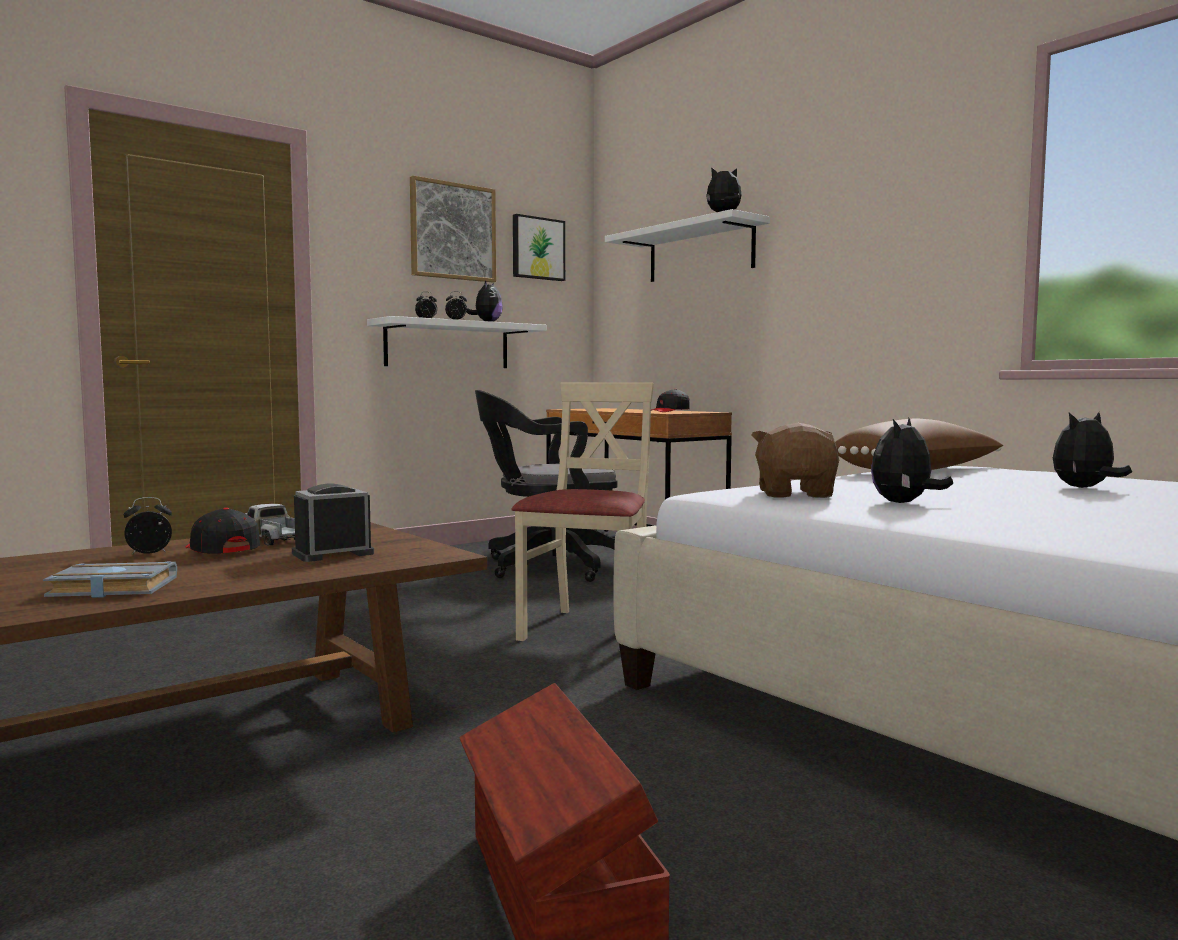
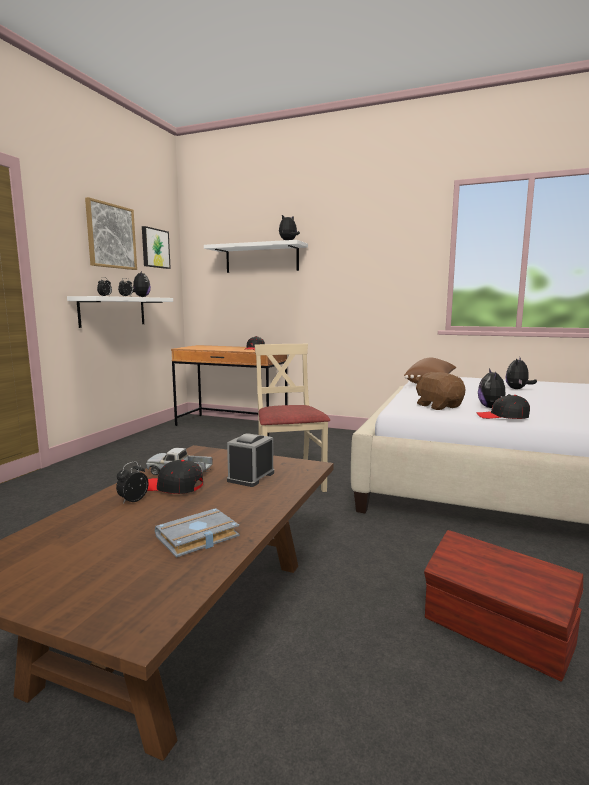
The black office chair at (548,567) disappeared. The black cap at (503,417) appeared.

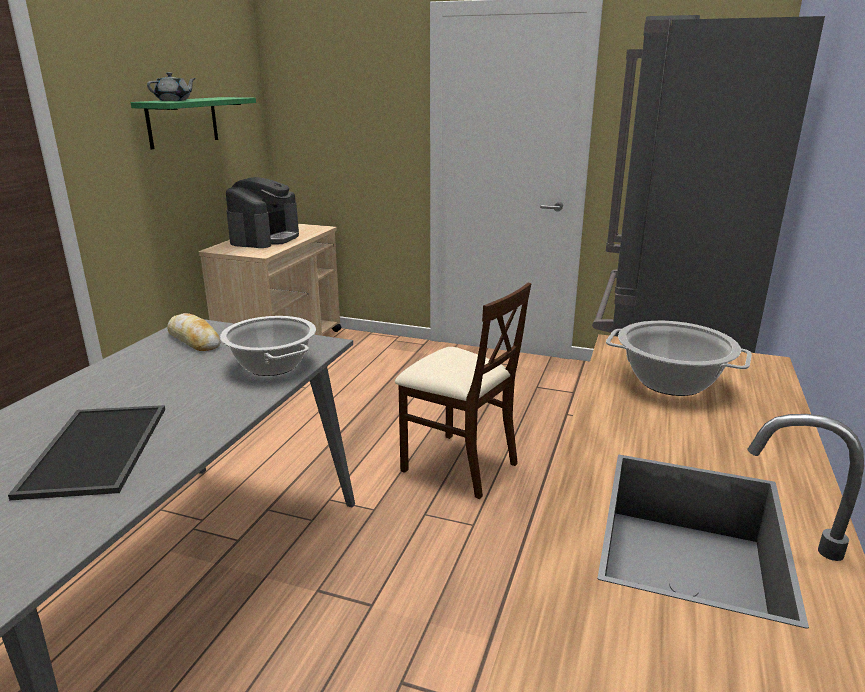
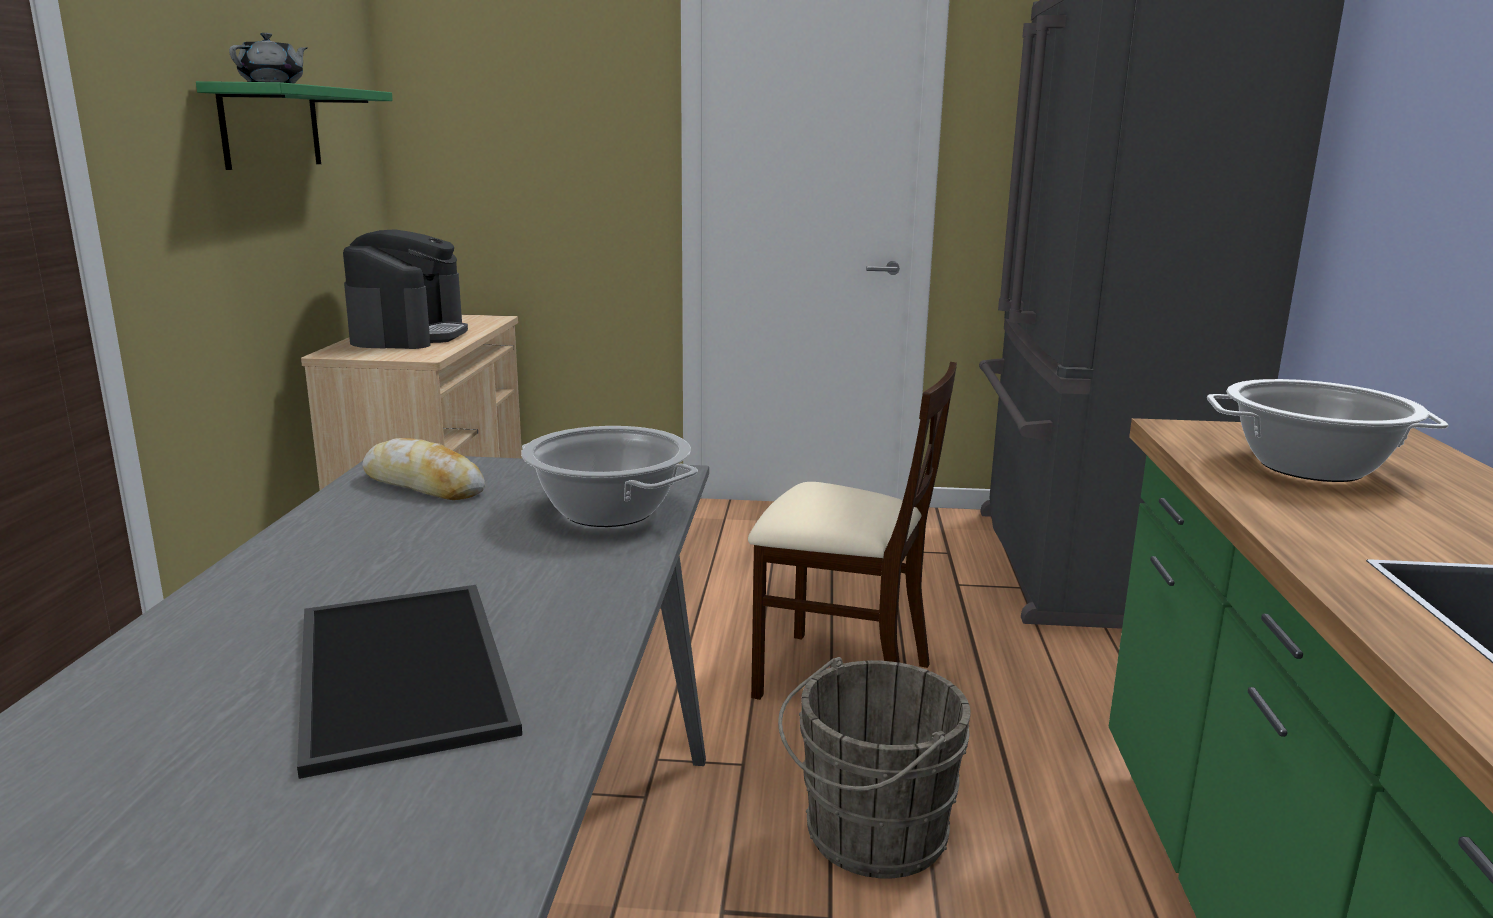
The grey bucket at (868,835) appeared.

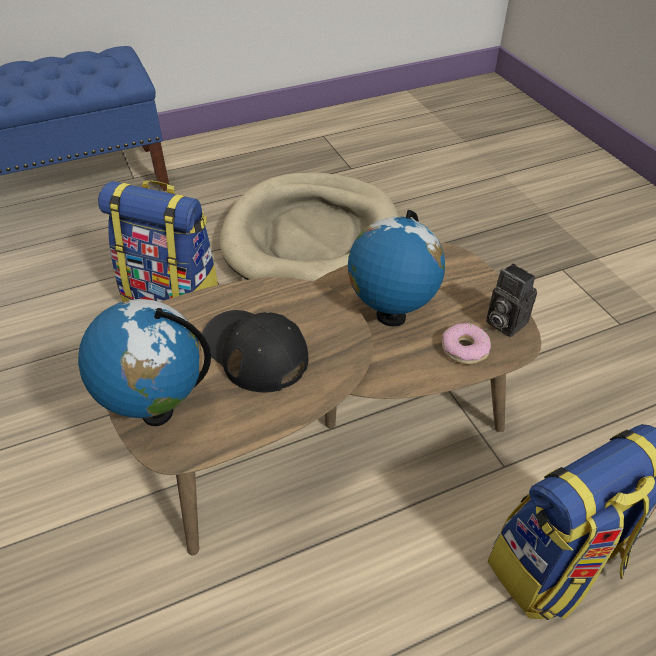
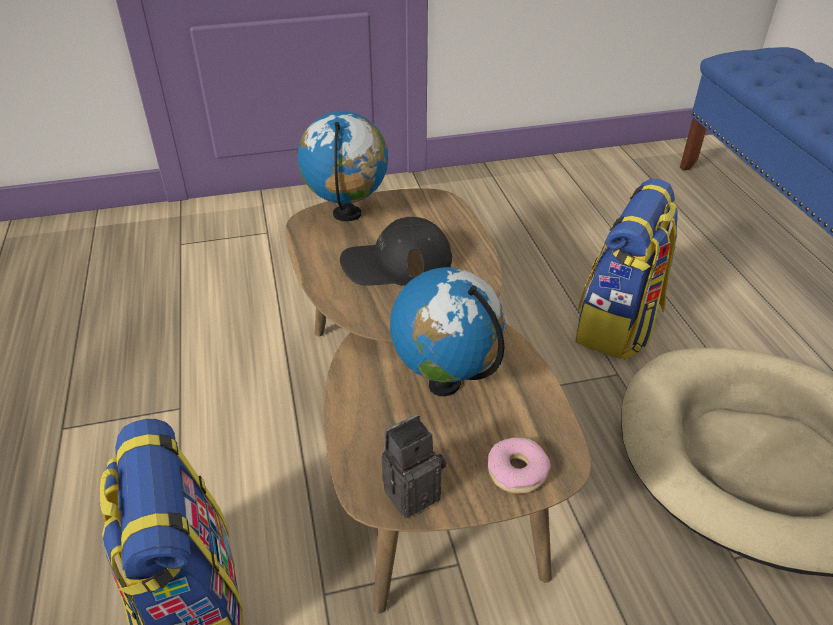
The black cap at (254,351) turned 150 degrees counterclockwise. The donut moved from (464,349) to (517,471).

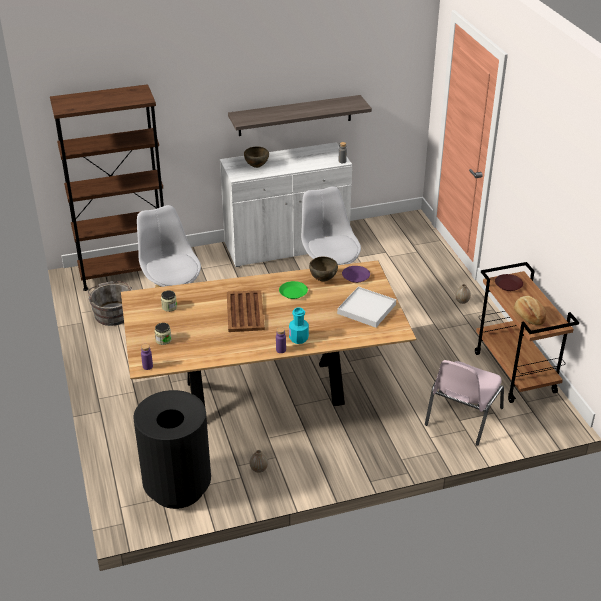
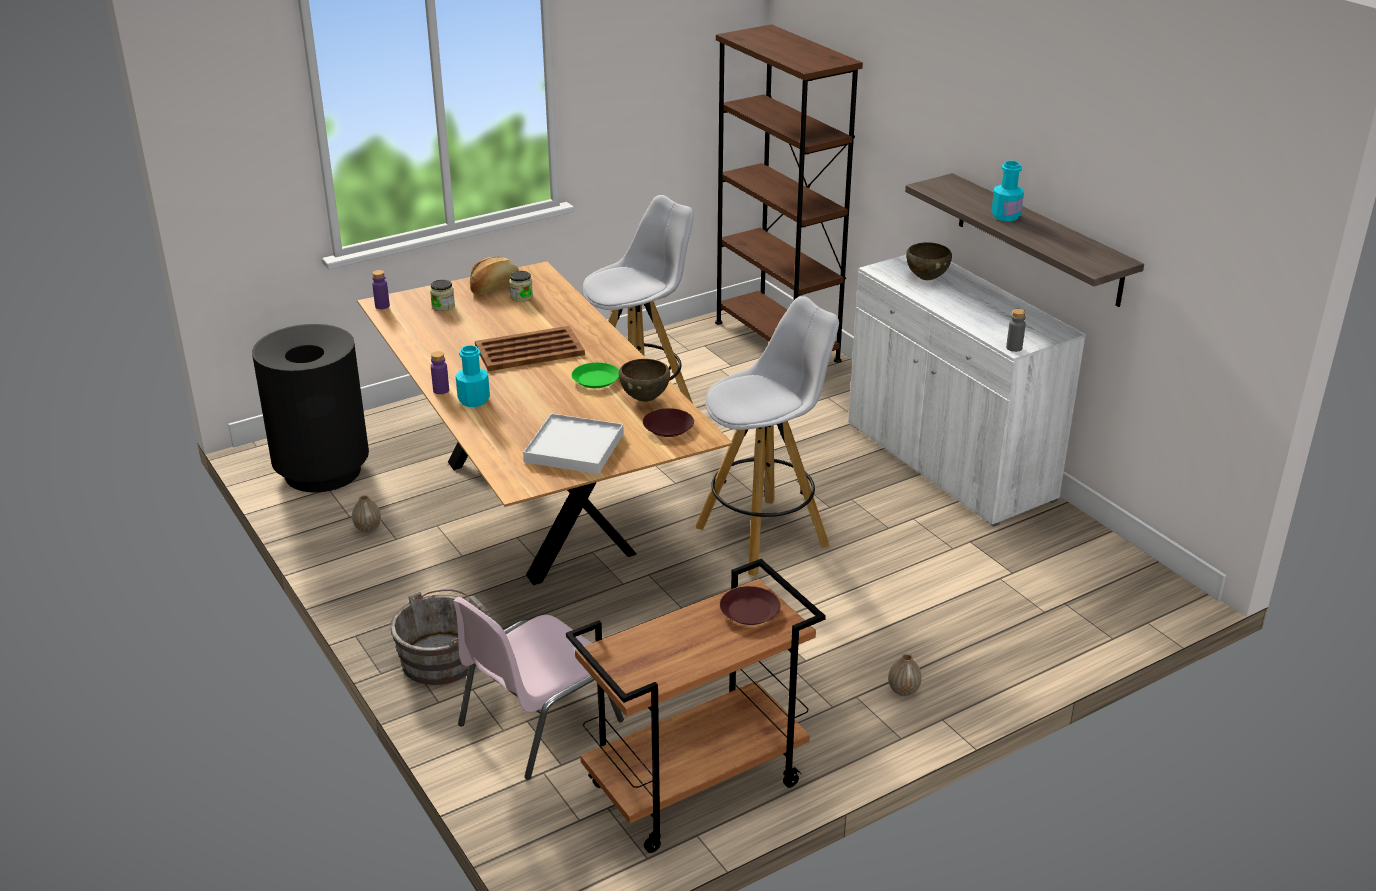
The grey bucket moved from (112,313) to (444,658). The purple plate at (356,276) became the brown plate at (669,427). The pink chair at (462,417) turned 60 degrees counterclockwise. The bread moved from (528,316) to (495,287). The turquoise bottle at (1005,216) appeared.

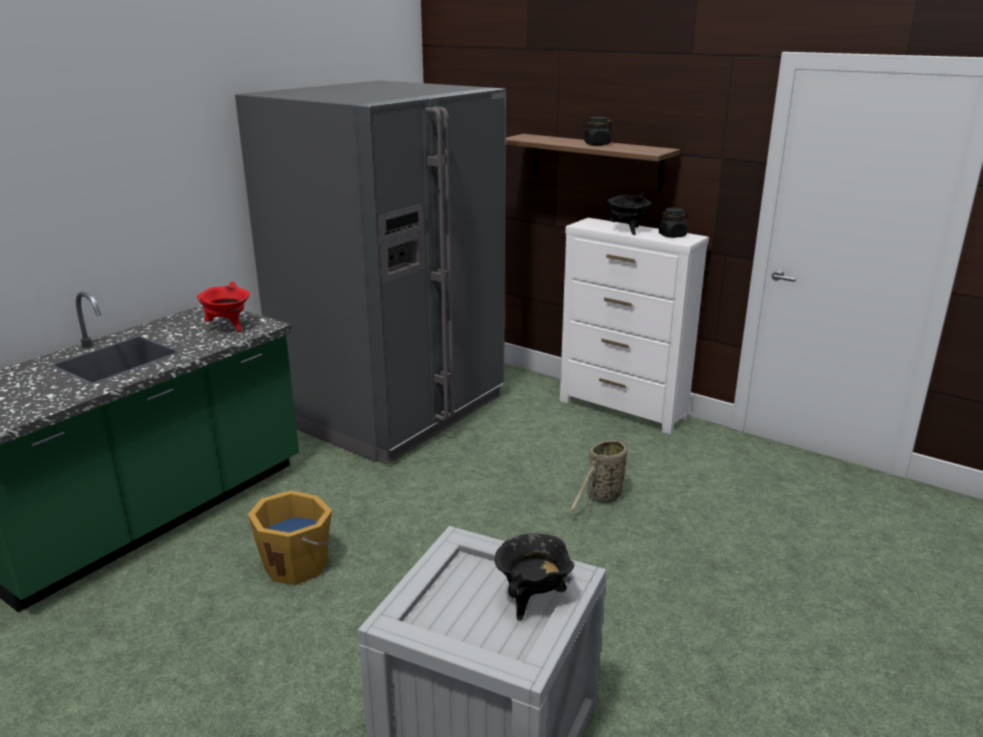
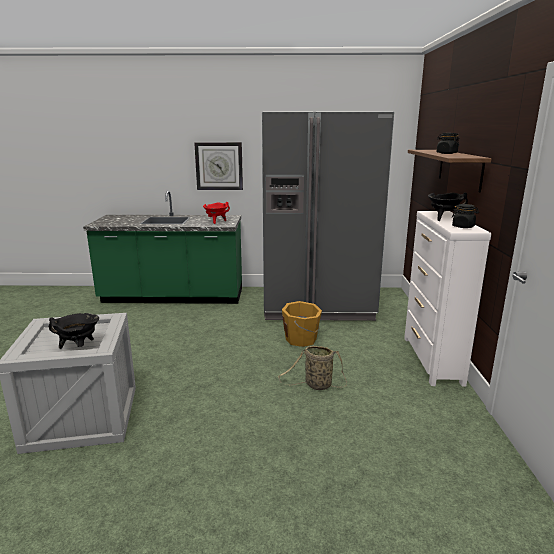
The orange bucket moved from (297,564) to (302,339). The wall clock at (219,166) appeared.

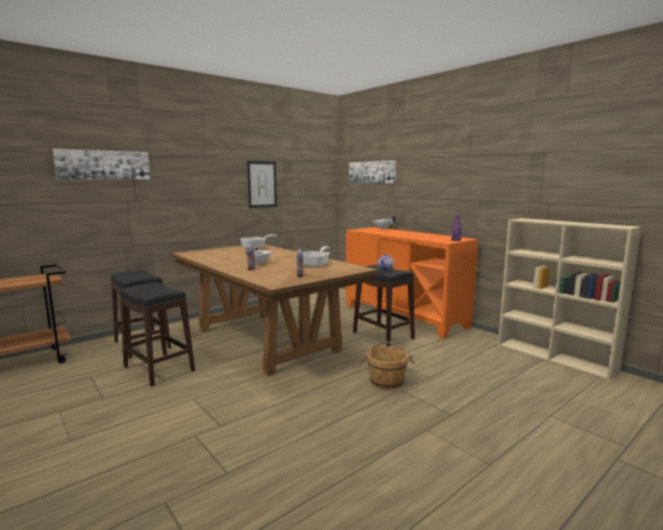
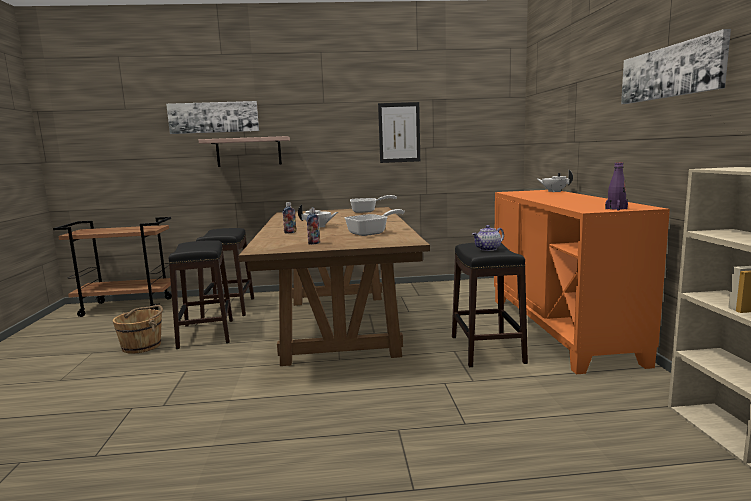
The picture moved from (372,172) to (671,72). The brown bucket moved from (386,381) to (142,346). The shelf at (248,152) appeared.

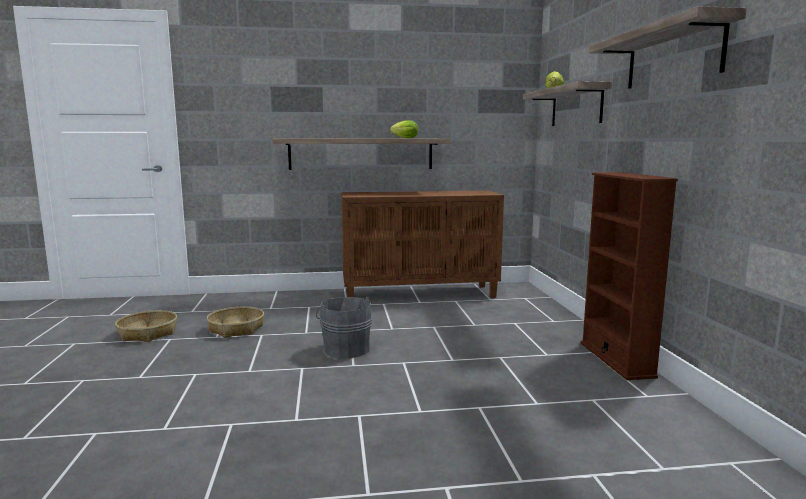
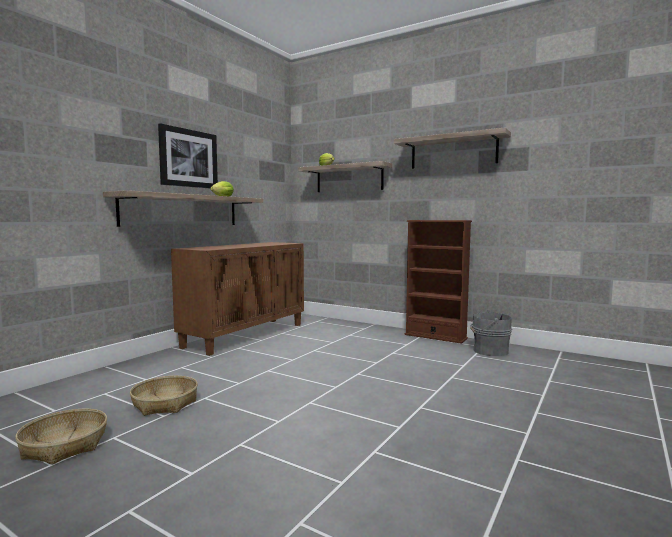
The grey bucket moved from (346,348) to (488,351). The picture at (188,158) appeared.

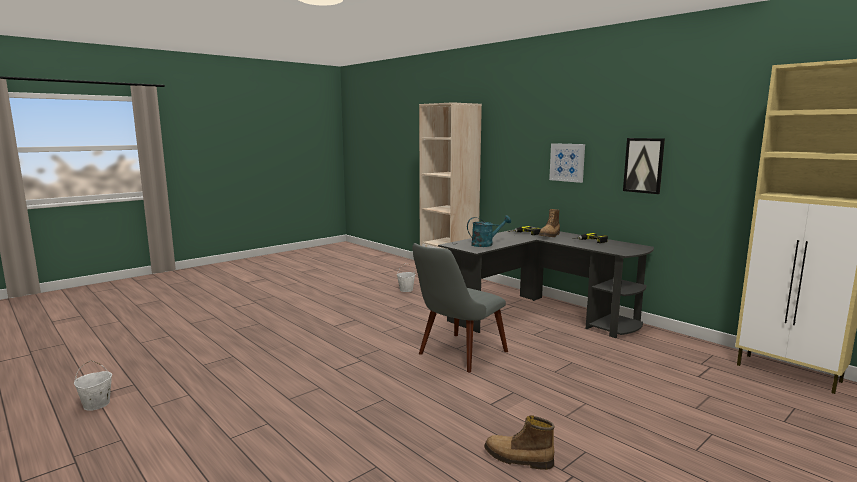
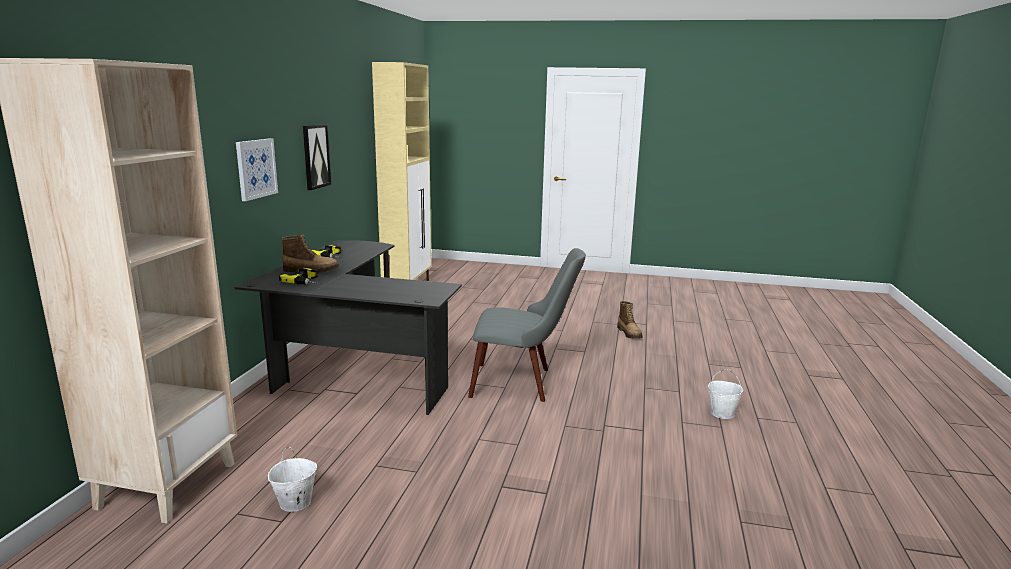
The white bucket moved from (96,405) to (722,413). The turquoise watering can at (486,244) disappeared.

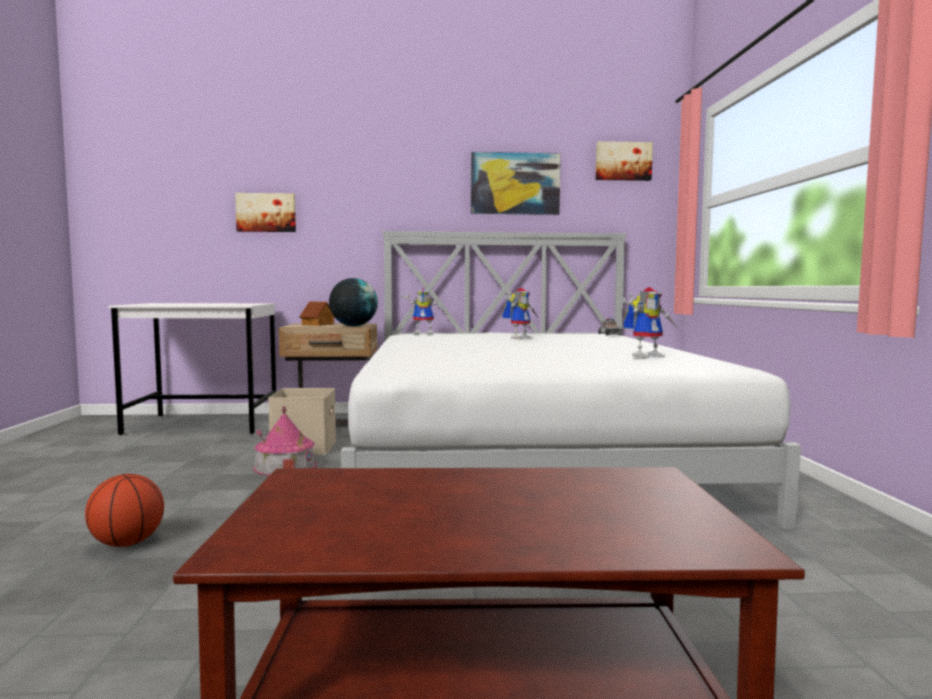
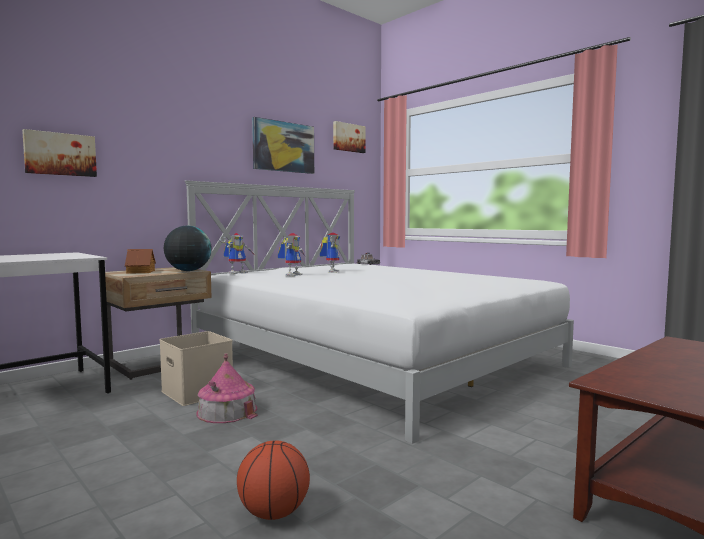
The toy robot moved from (647,356) to (292,275).

